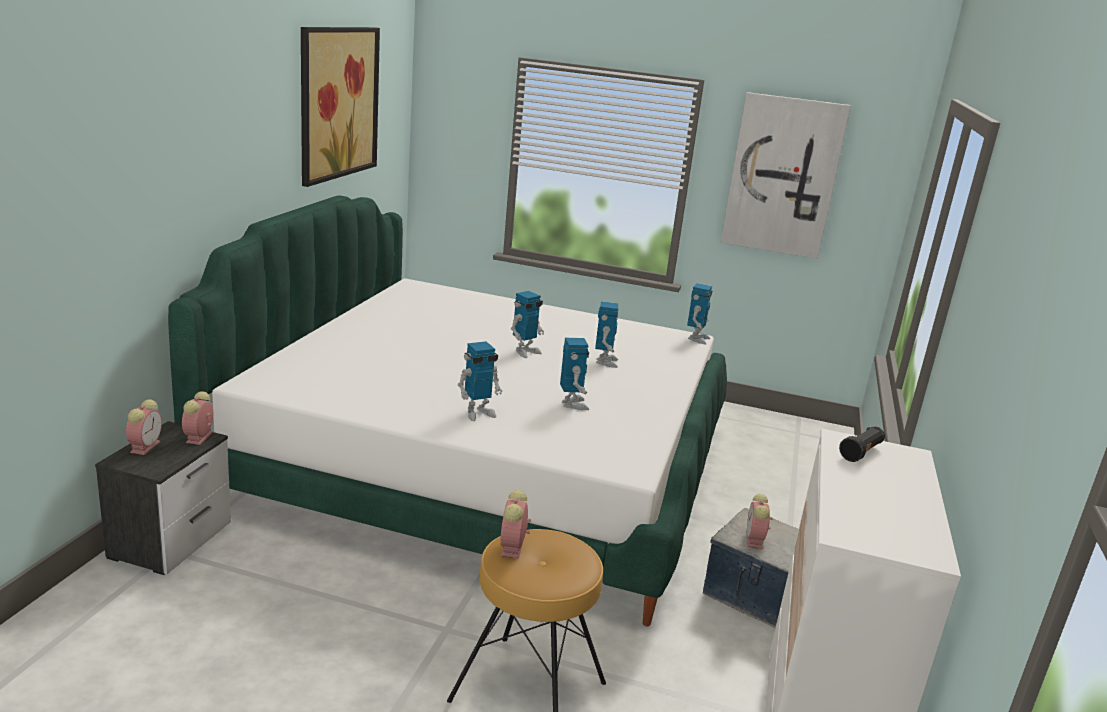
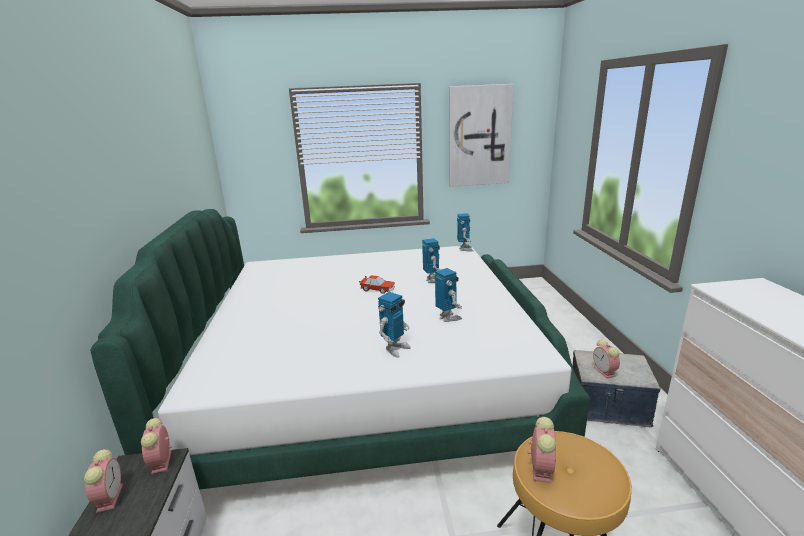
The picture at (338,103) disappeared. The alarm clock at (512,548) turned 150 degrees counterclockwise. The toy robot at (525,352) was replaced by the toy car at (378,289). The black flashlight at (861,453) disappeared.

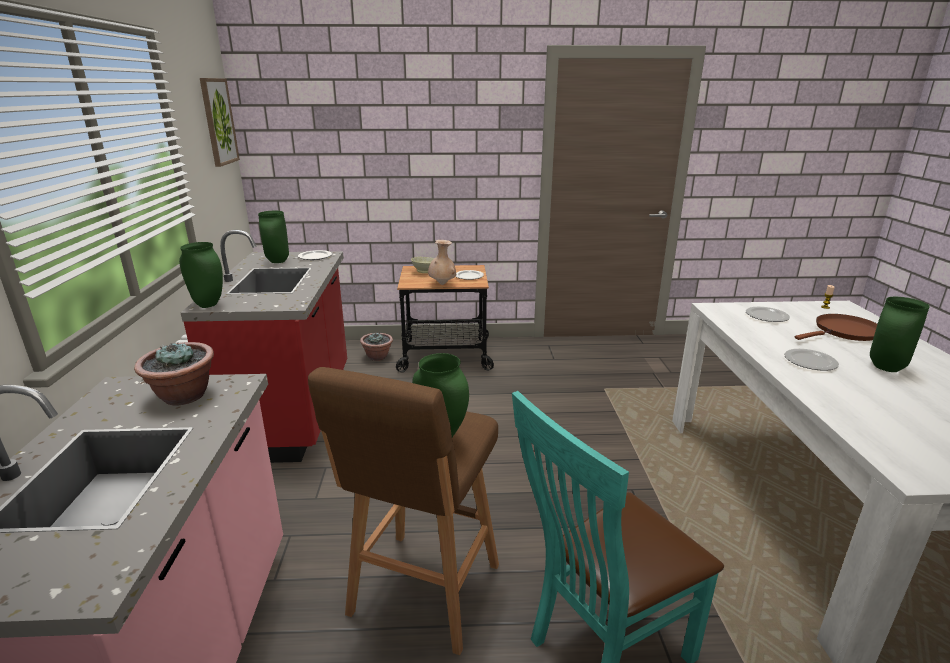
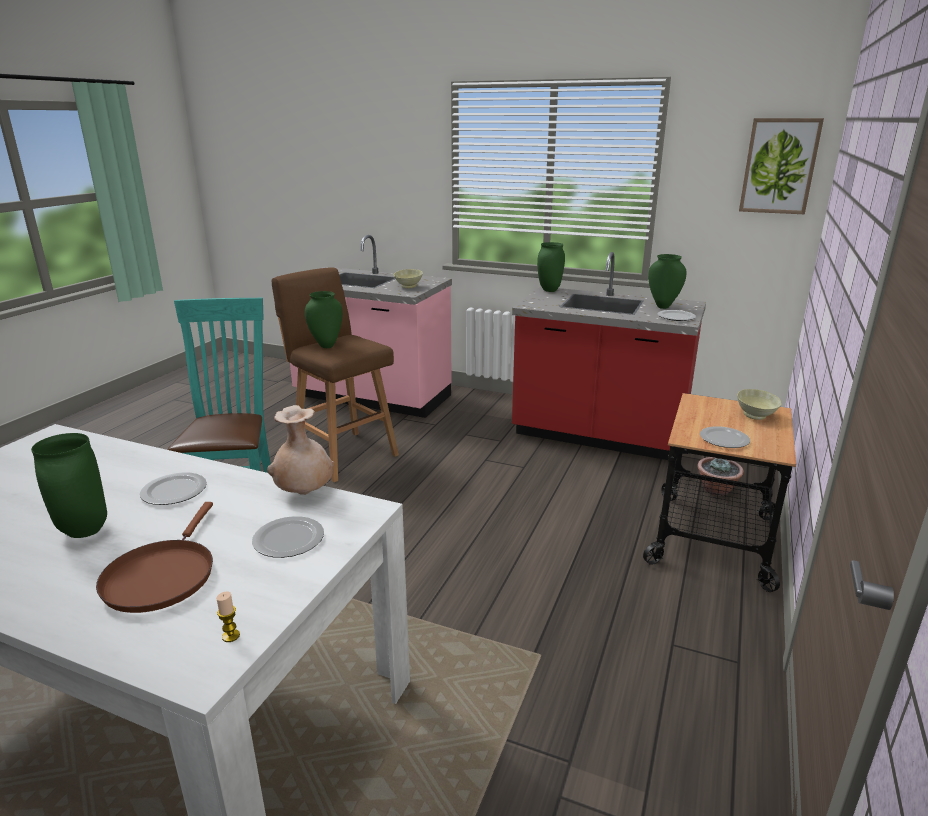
The potted plant at (184,396) was replaced by the beige bowl at (408,286). The beige vase moved from (442,284) to (304,493).

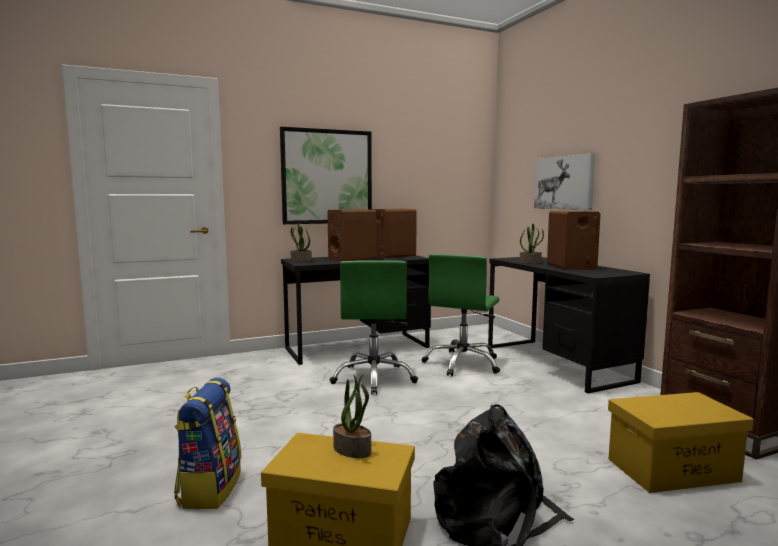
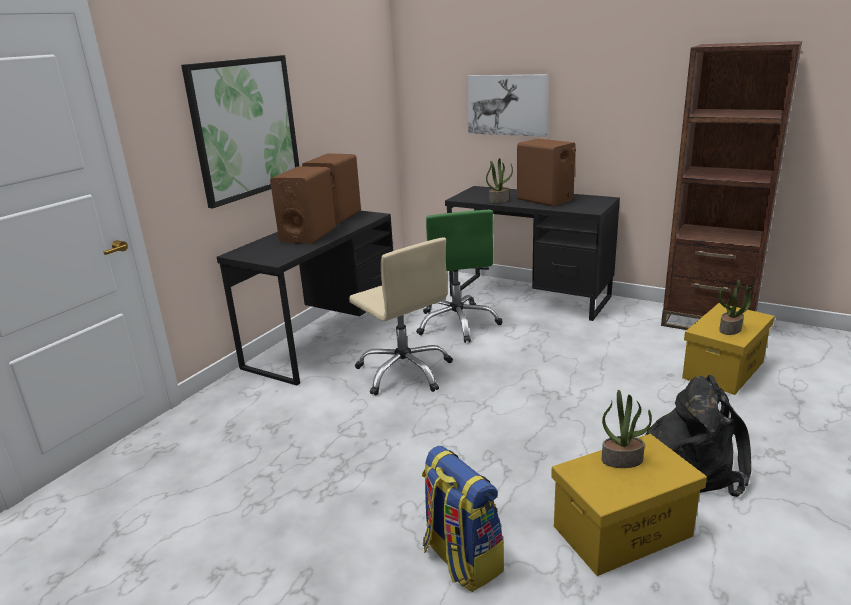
The potted plant moved from (301,260) to (730,329). The green office chair at (374,378) became the beige office chair at (404,371).

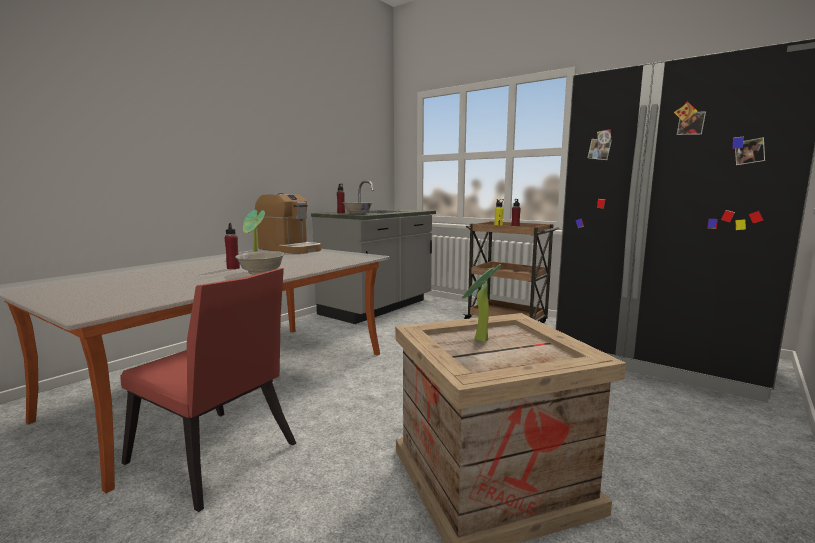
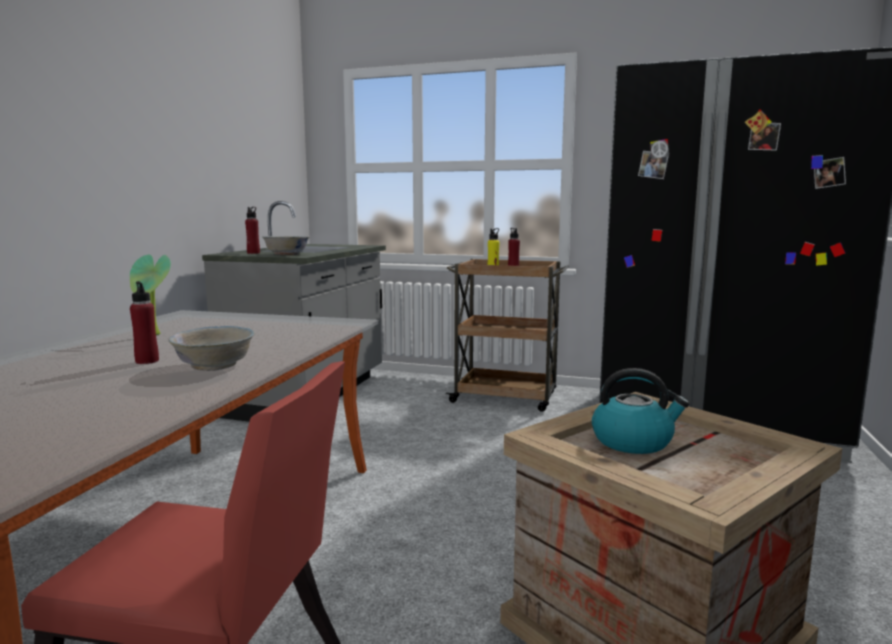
The coffee machine at (290,249) disappeared. The potted plant at (478,341) was replaced by the kettle at (633,441).

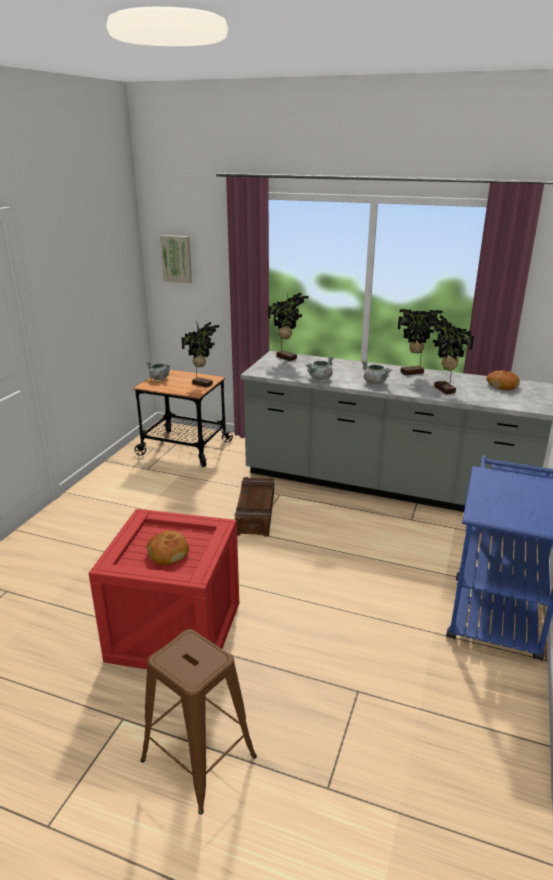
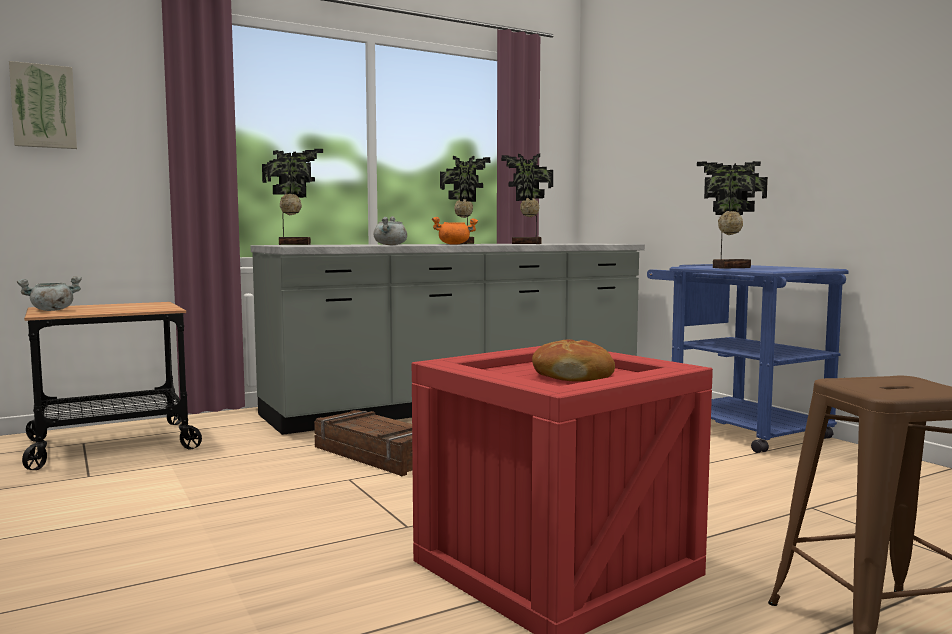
The potted plant moved from (202,383) to (729,268). The grey cooking pot at (375,382) became the orange cooking pot at (454,244). The bread at (502,385) disappeared.

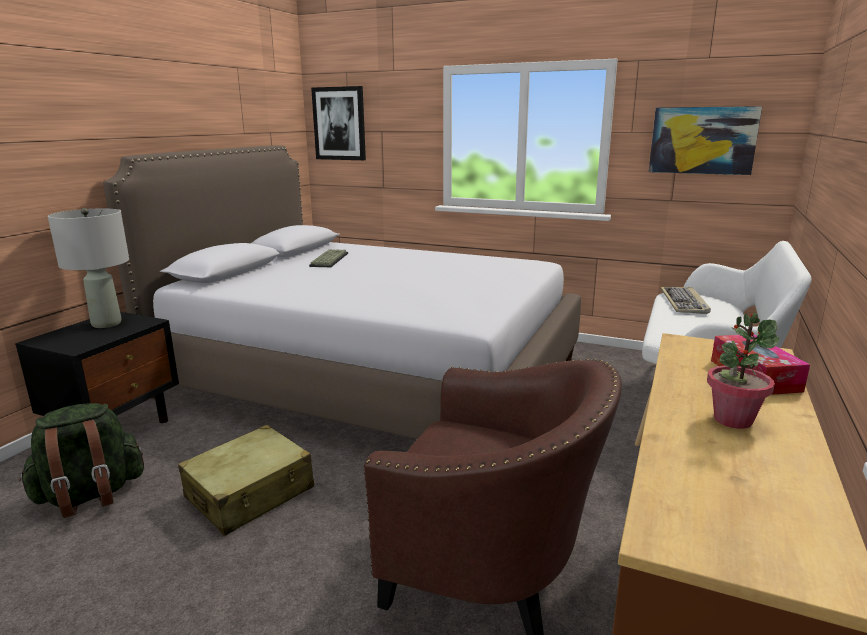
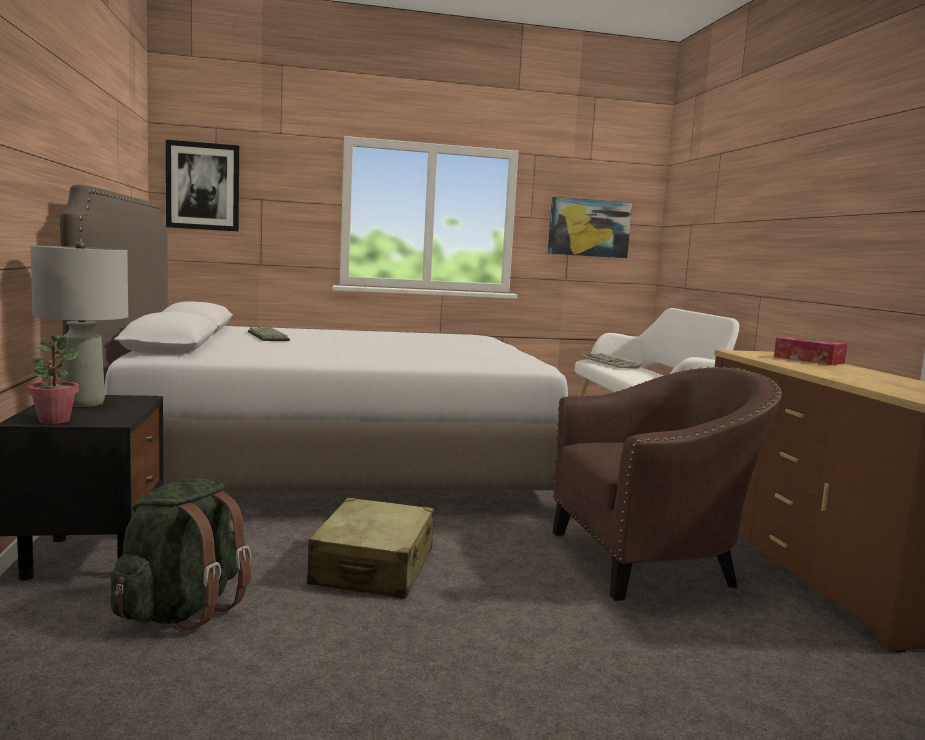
The potted plant moved from (732,419) to (54,420).

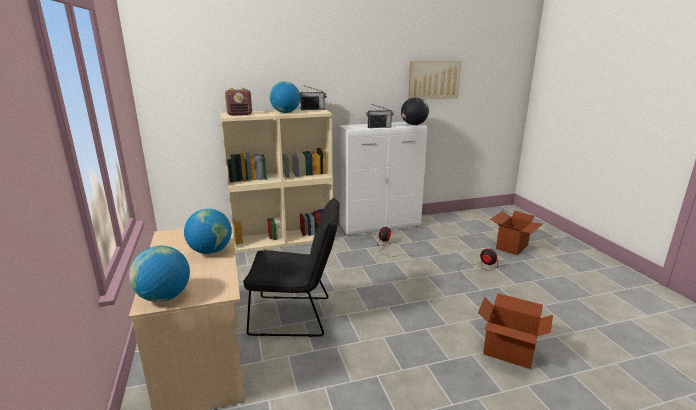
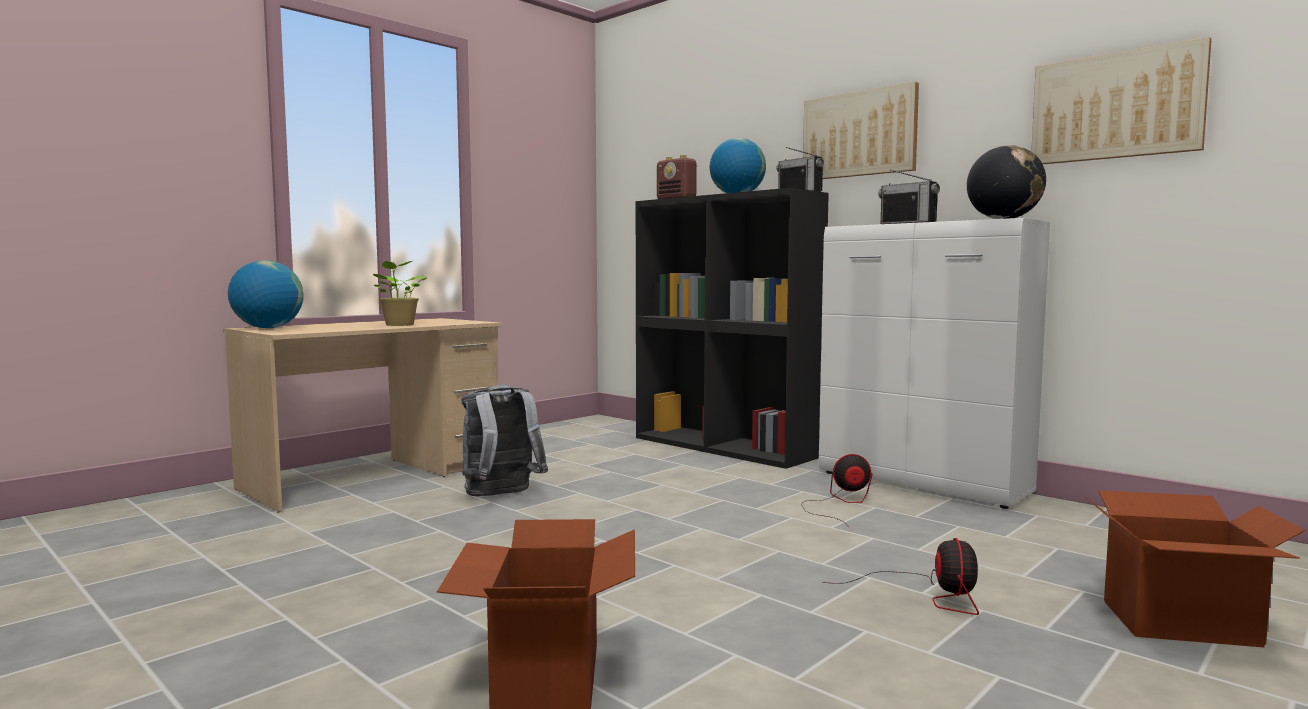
The globe at (210,251) was replaced by the potted plant at (399,325). The beige bookcase at (284,239) became the black bookcase at (726,447). The black chair at (297,316) was replaced by the grey backpack at (501,496). The picture at (859,134) appeared.

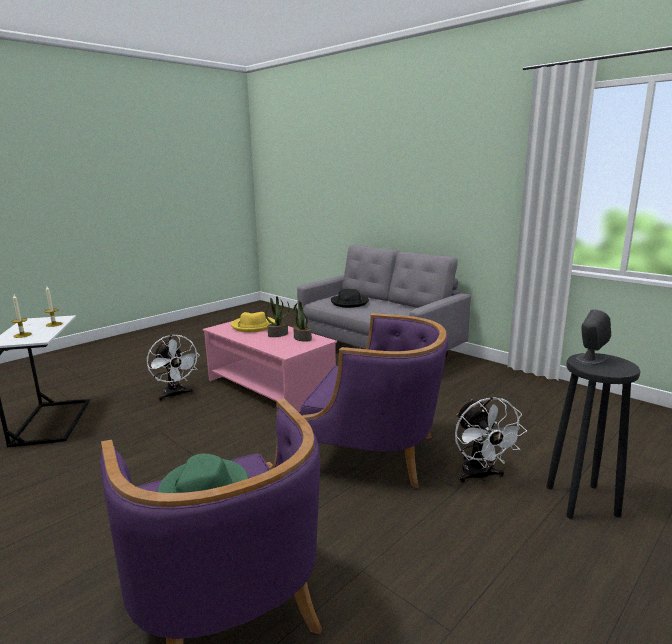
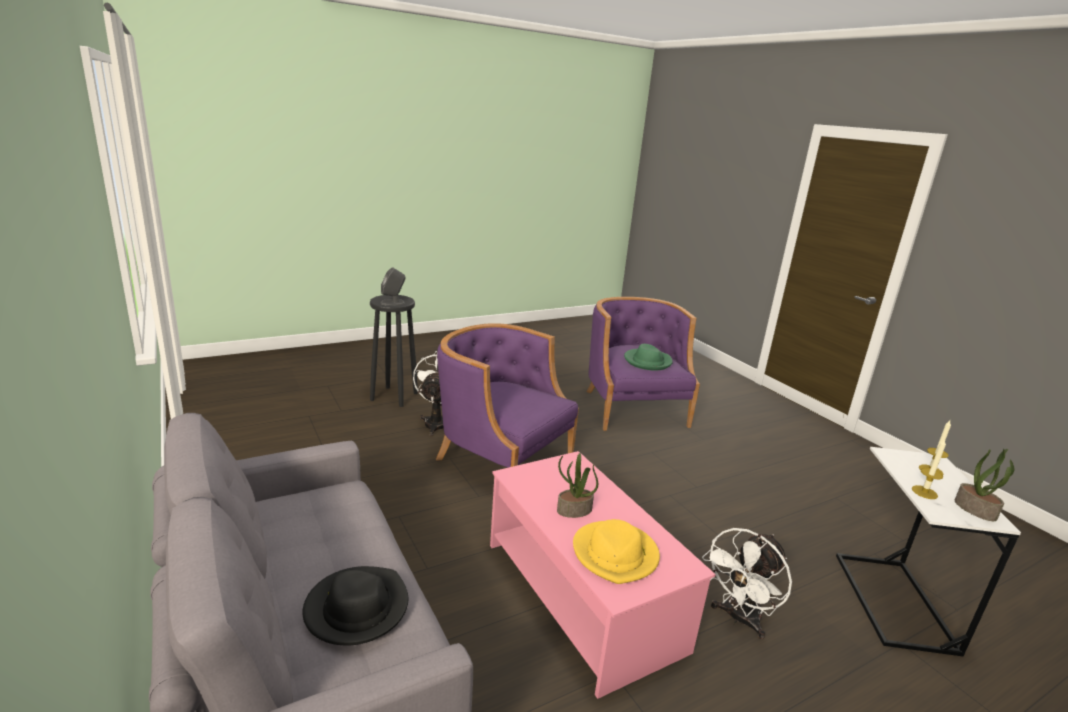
The white fan at (175,395) turned 120 degrees counterclockwise. The potted plant moved from (302,338) to (976,510).

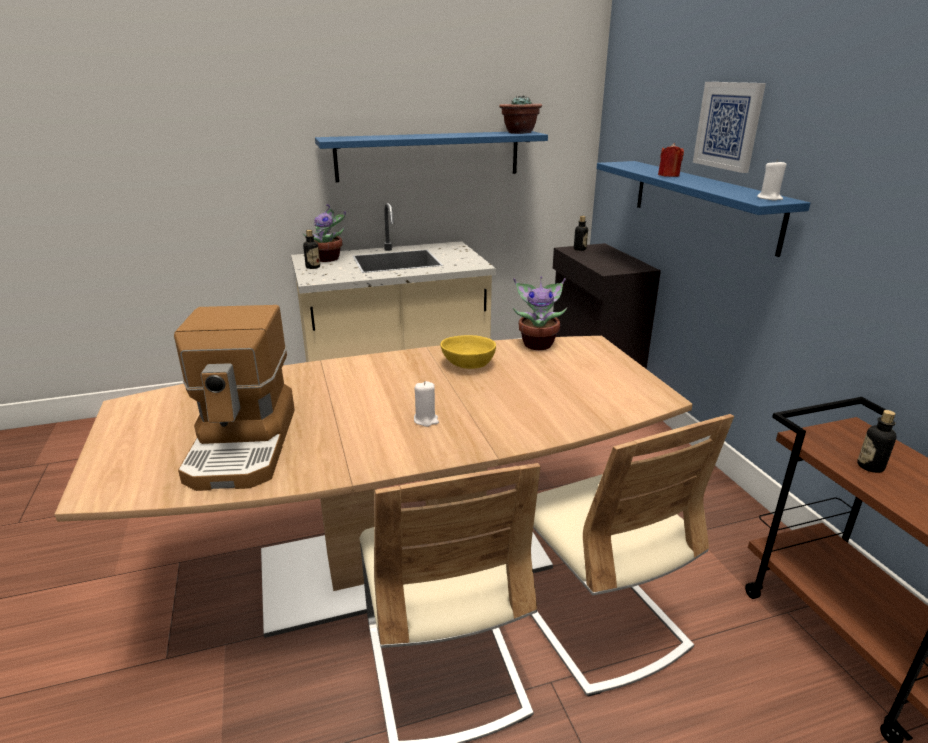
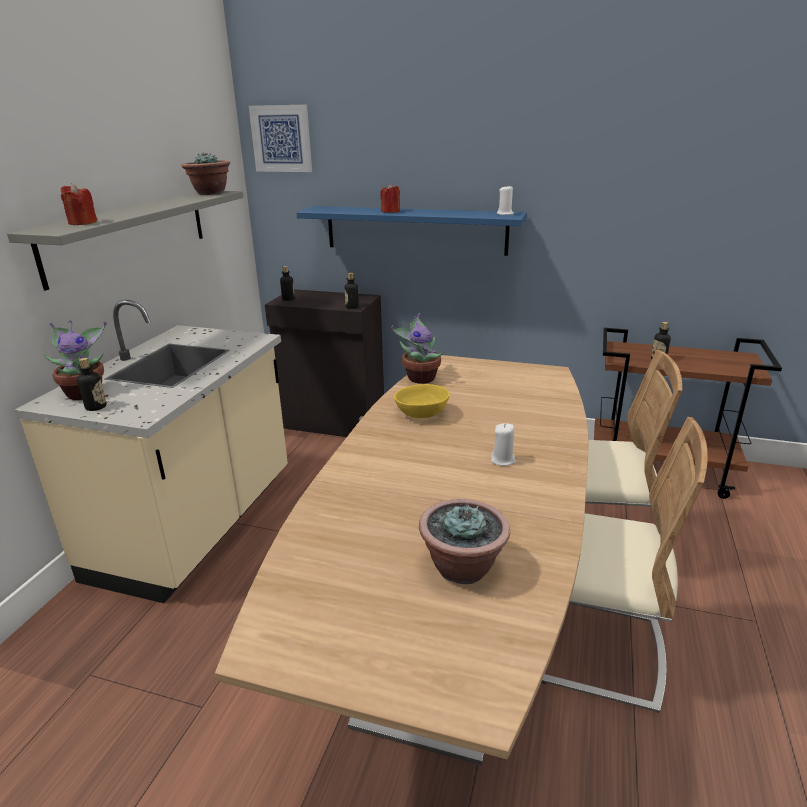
The coffee machine at (245,445) was replaced by the potted plant at (462,568). The blue shelf at (428,156) became the grey shelf at (129,234). The picture moved from (728,126) to (281,138). The red candle at (82,223) appeared. The bottle at (352,307) appeared.

